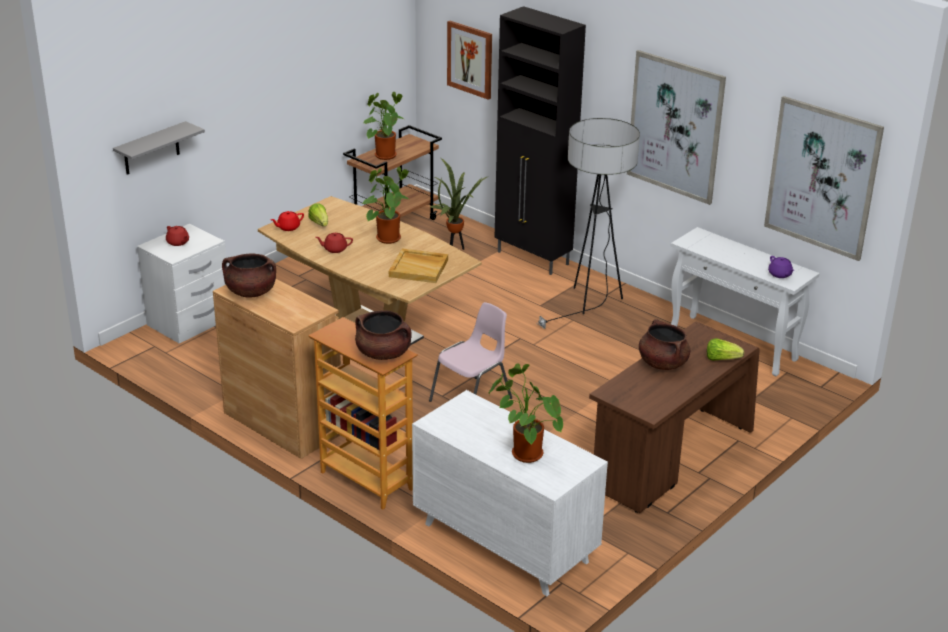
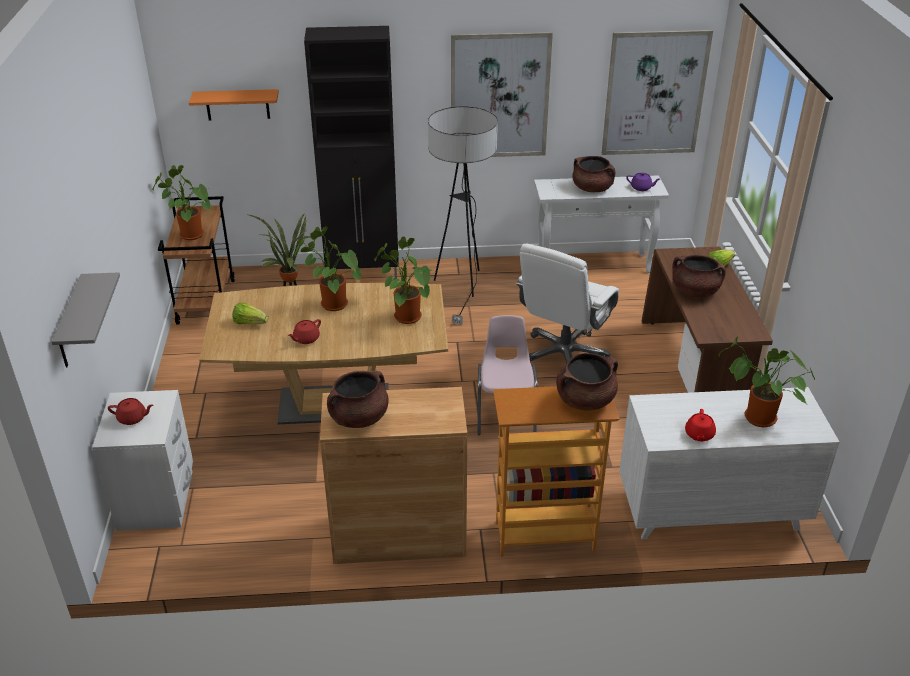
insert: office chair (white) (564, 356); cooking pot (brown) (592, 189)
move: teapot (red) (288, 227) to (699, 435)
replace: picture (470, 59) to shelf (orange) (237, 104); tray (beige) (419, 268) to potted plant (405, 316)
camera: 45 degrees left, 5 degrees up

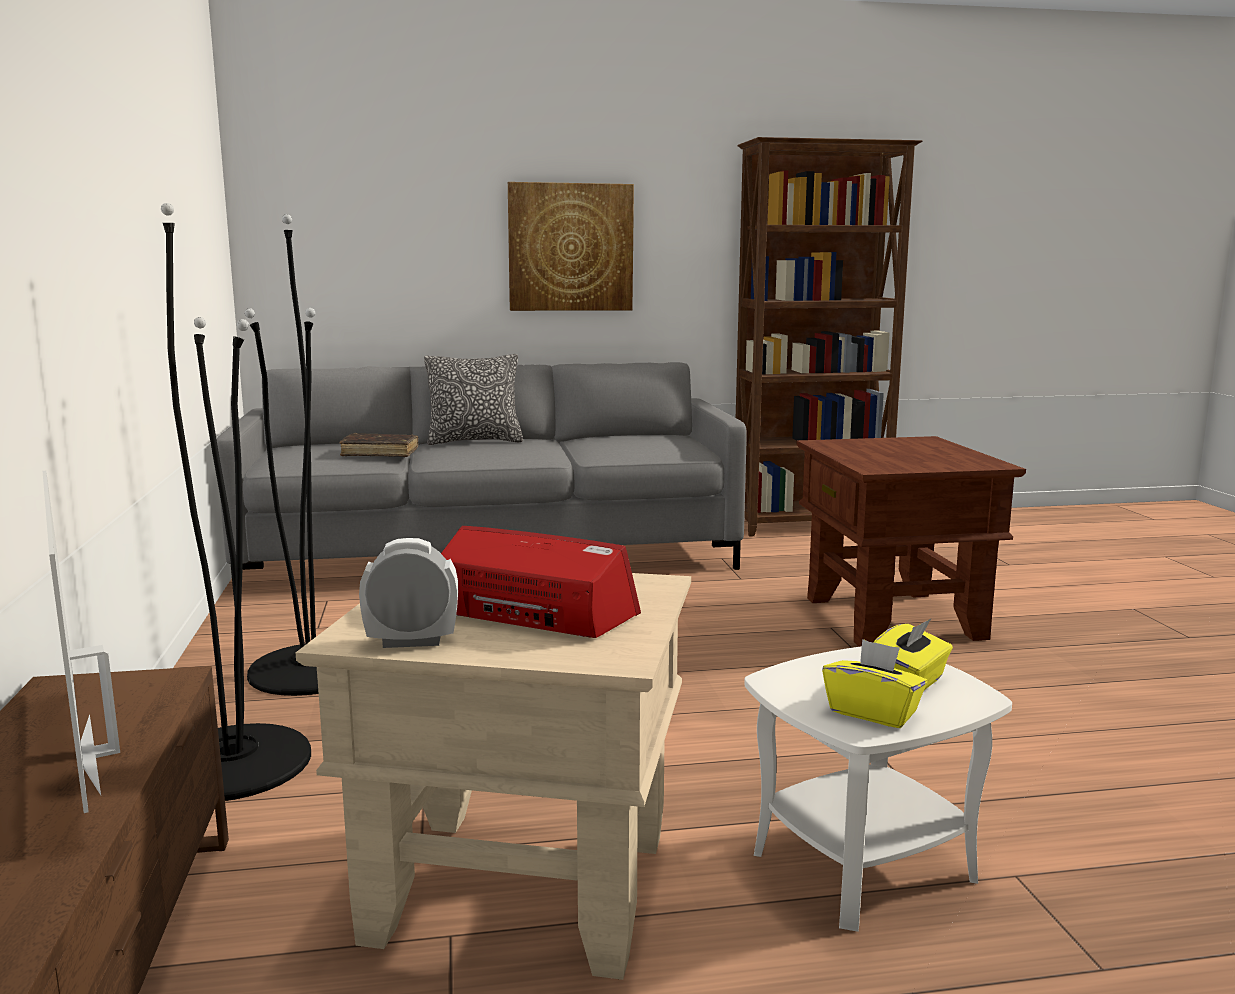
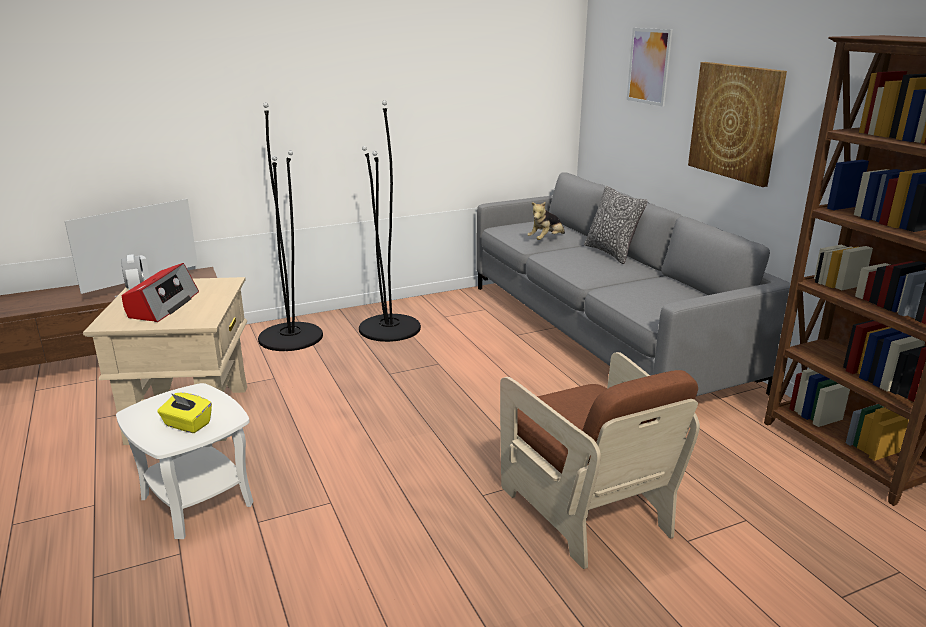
delete: tissue box (yellow) (873, 712)
insert: picture (649, 66)
replace: side table (brown) (892, 618) to armchair (brown) (586, 508); book (brown) (380, 453) to plush toy (546, 240)
camera: 75 degrees right, 10 degrees up

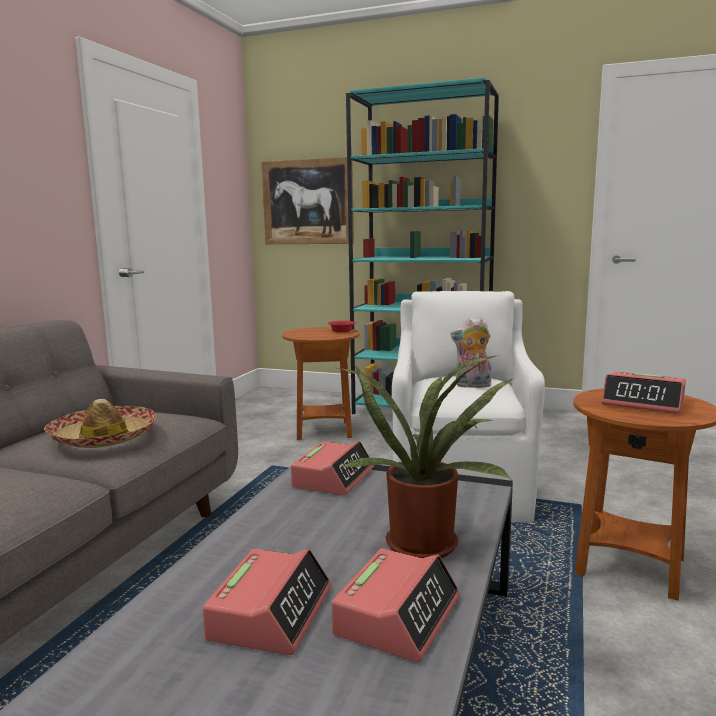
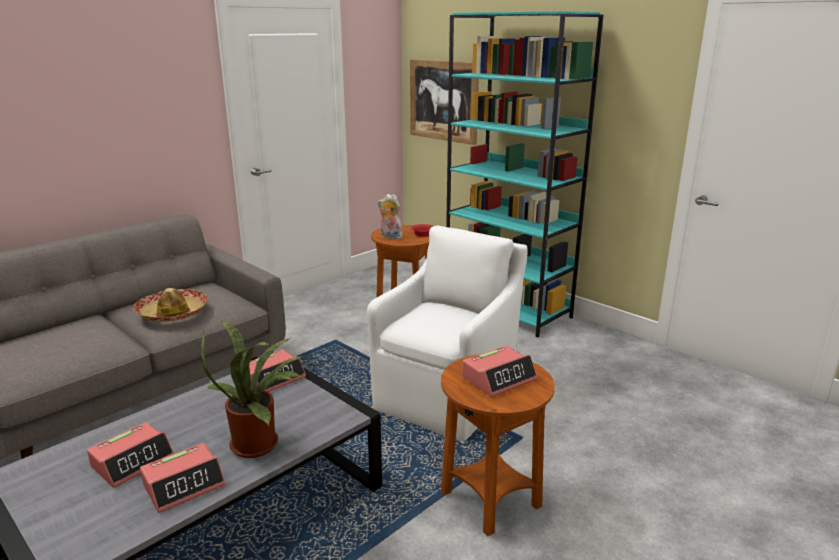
move: plush toy (472, 386) to (390, 237)
rotate: alarm clock (643, 403) = (499, 378) 90 degrees counterclockwise
camera: 25 degrees right, 10 degrees up

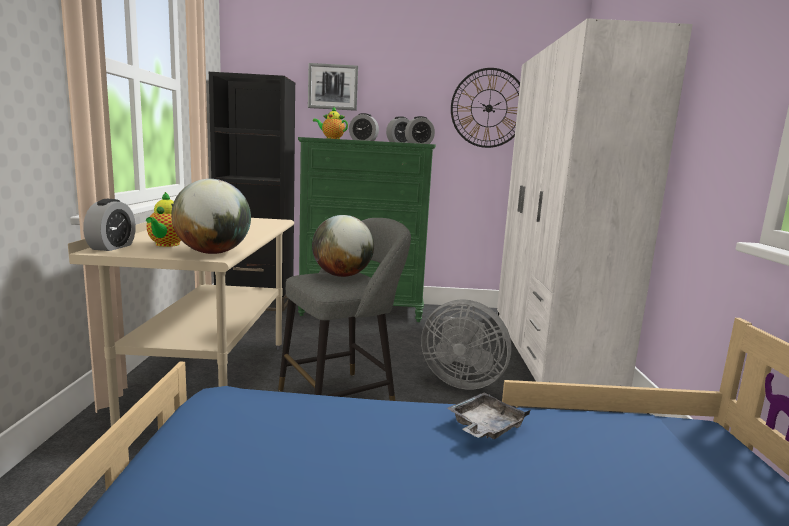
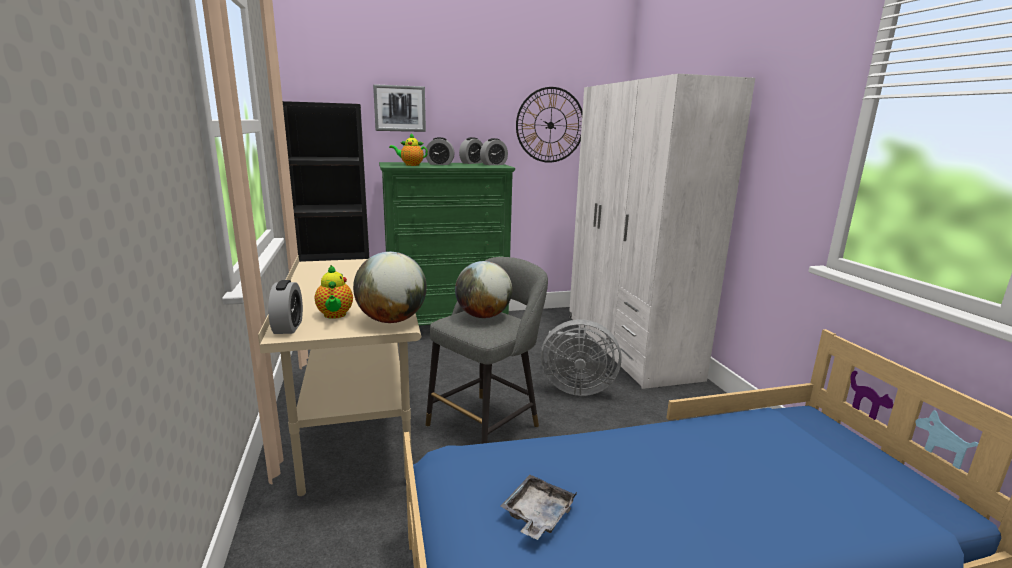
move: tray (grey) (485, 427) to (537, 515)
camera: 15 degrees left, 5 degrees up

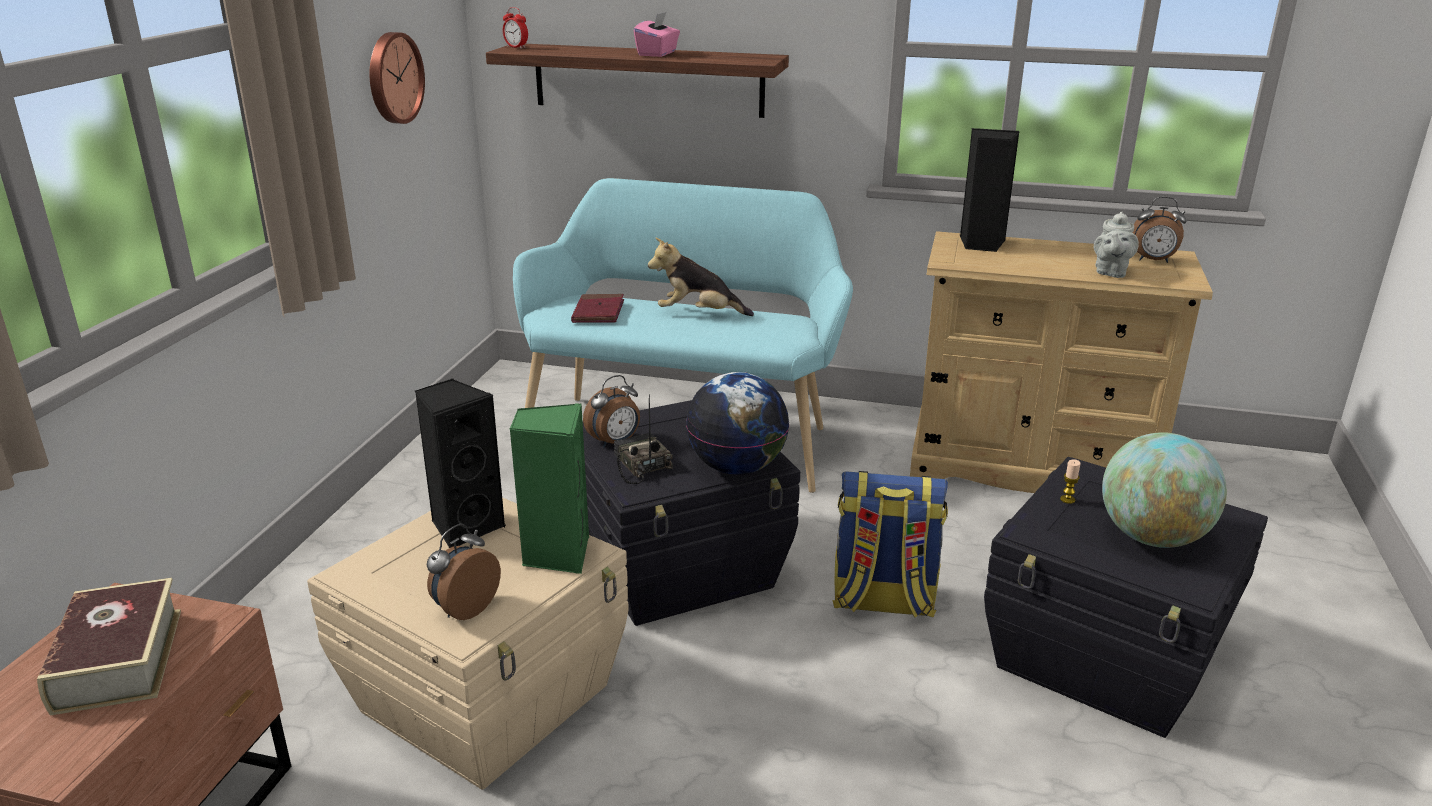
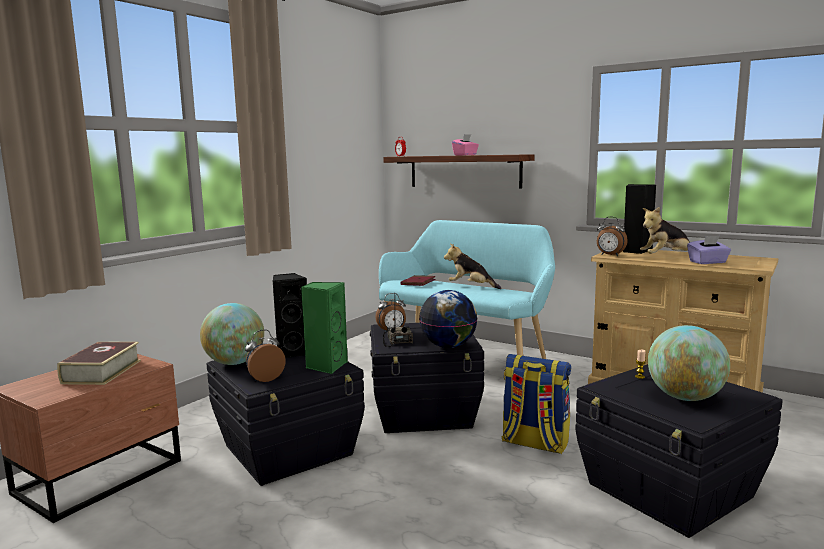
delete: wall clock (393, 78)
insert: globe (234, 363); plush toy (666, 258)
move: alarm clock (1153, 261) to (609, 255)
replace: teapot (grey) (1110, 272) to tissue box (purple) (708, 262)
recolor: storage box (beige) (489, 697) to storage box (black) (290, 450)
camera: 20 degrees right, 15 degrees down

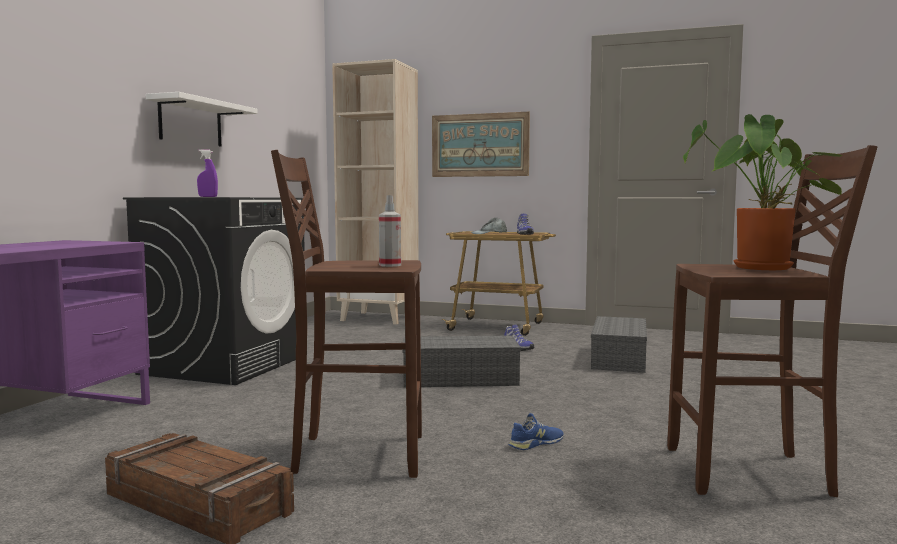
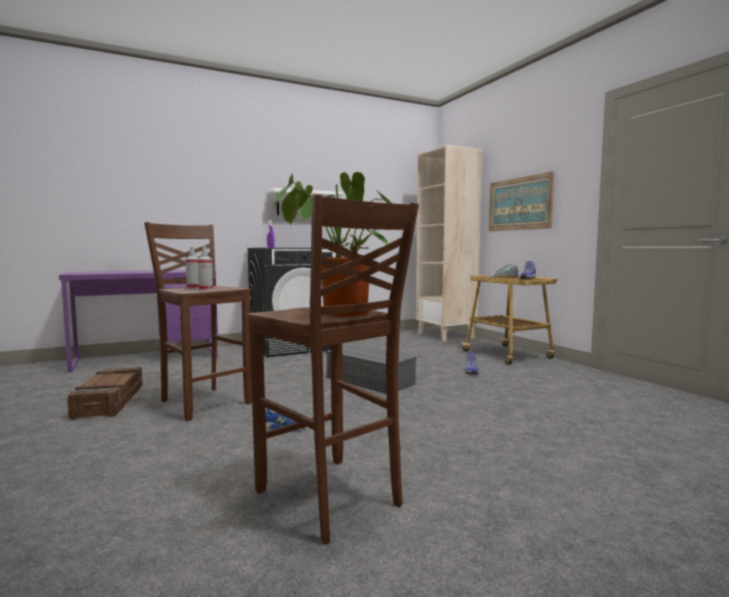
delete: storage box (grey) (620, 359)
insert: spray bottle (193, 288)
camera: 45 degrees right, 0 degrees up

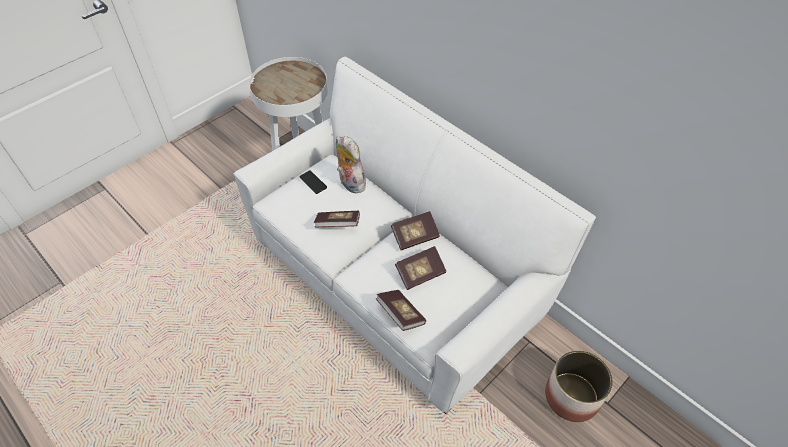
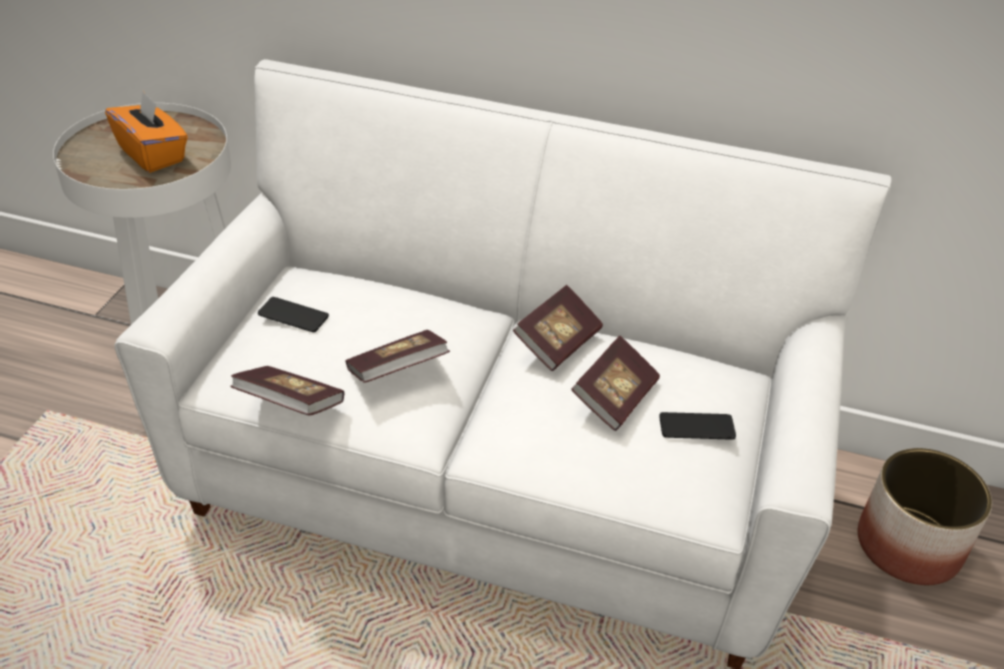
delete: plush toy (350, 183)
insert: tissue box (orange) (153, 154); phone (697, 427)
move: book (400, 315) to (290, 405)
camera: 30 degrees left, 10 degrees down

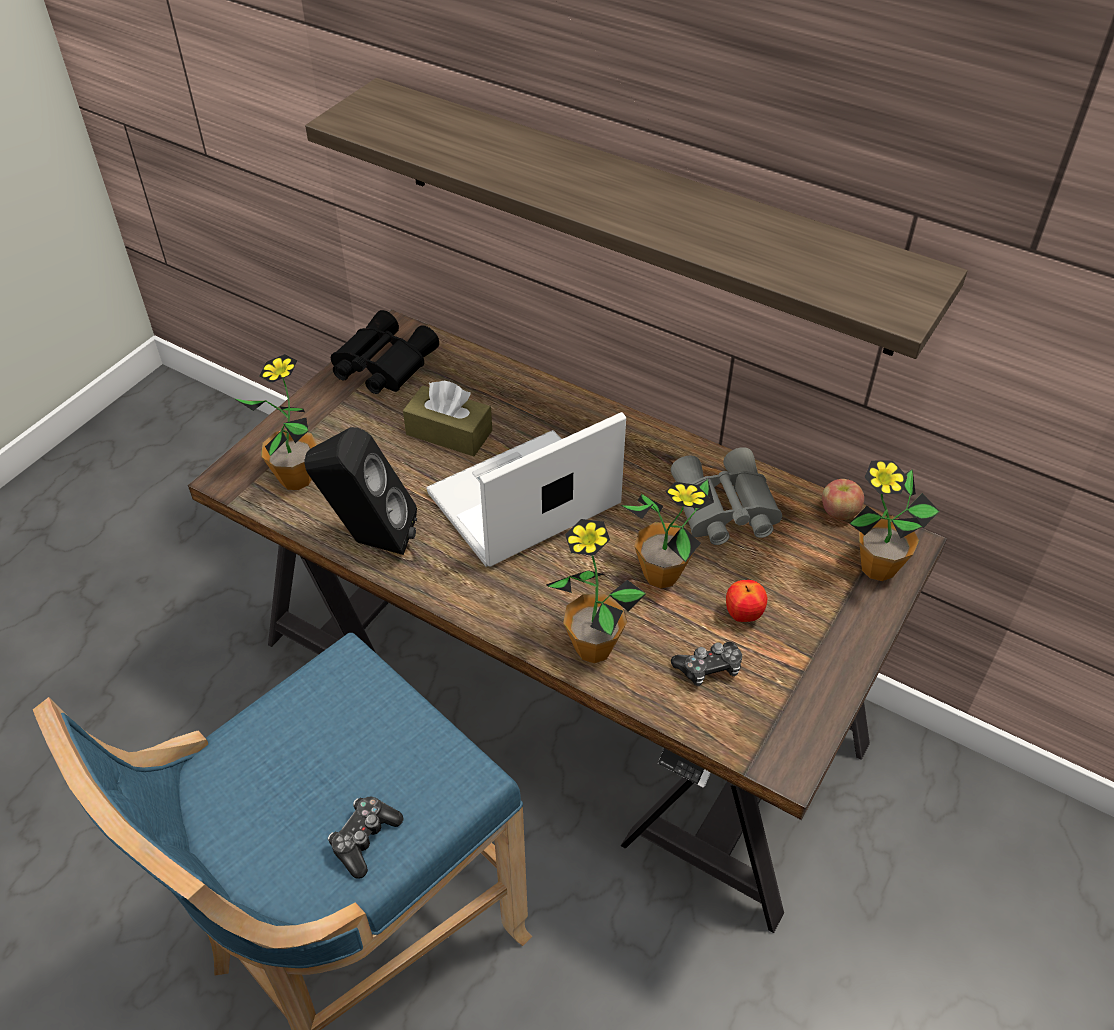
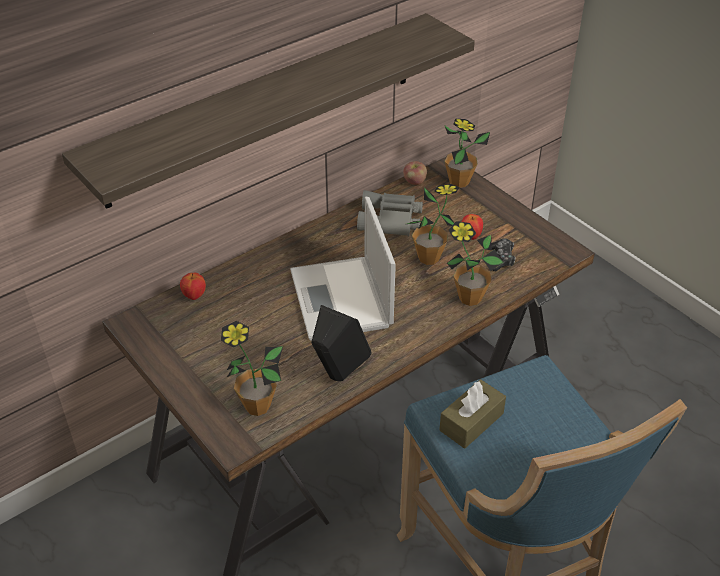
delete: game controller (364, 839); binoculars (black) (381, 364)
insert: apple (194, 296)
move: tissue box (brown) (449, 433) to (471, 422)
camera: 70 degrees left, 5 degrees down

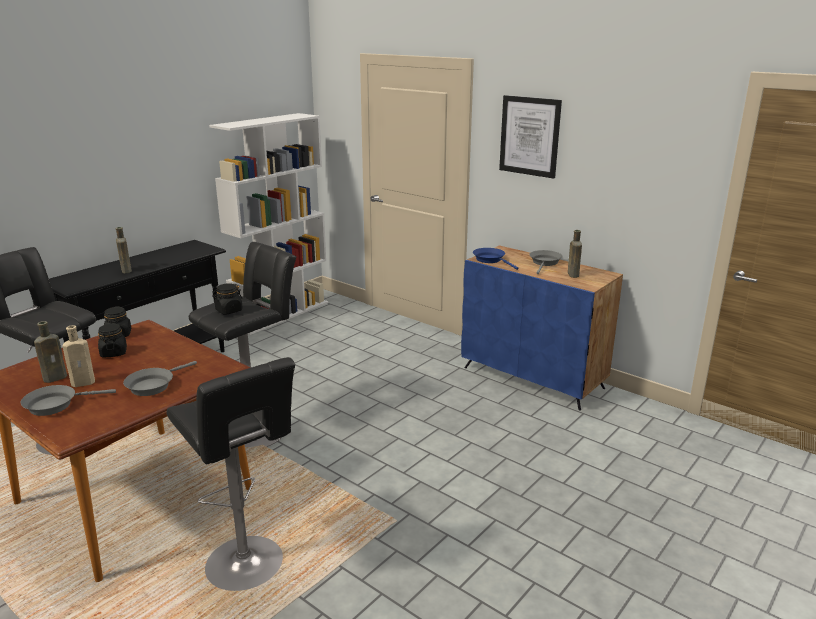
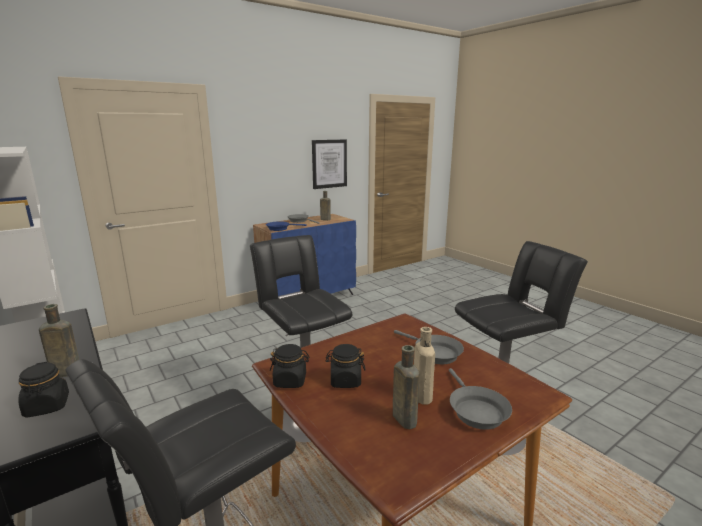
move: jar (black) (229, 310) to (47, 406); picture (529, 136) to (329, 164)
camera: 75 degrees left, 5 degrees down

